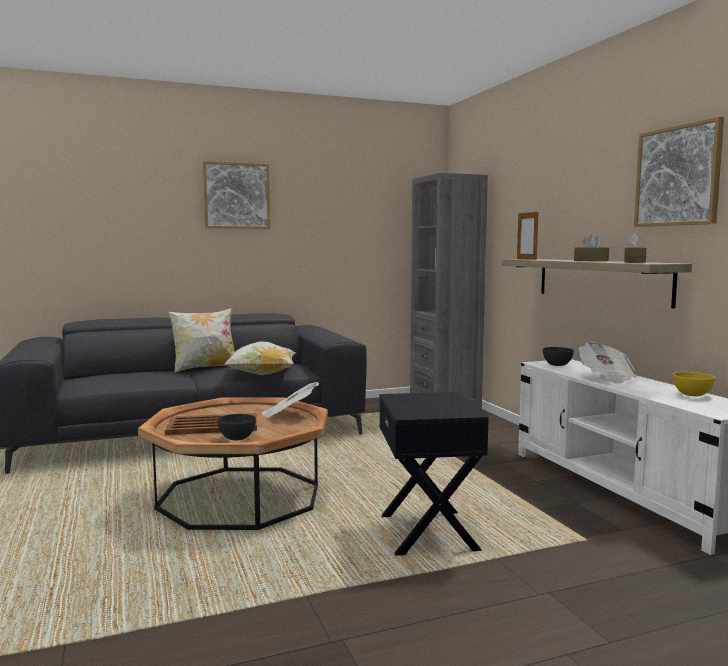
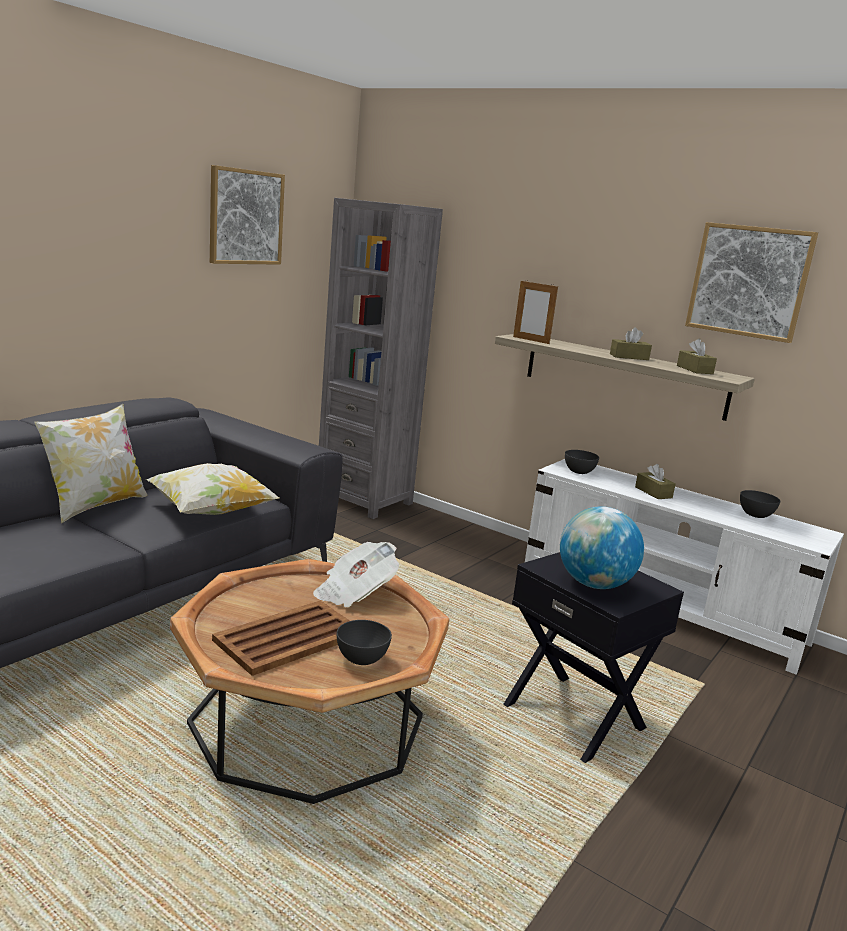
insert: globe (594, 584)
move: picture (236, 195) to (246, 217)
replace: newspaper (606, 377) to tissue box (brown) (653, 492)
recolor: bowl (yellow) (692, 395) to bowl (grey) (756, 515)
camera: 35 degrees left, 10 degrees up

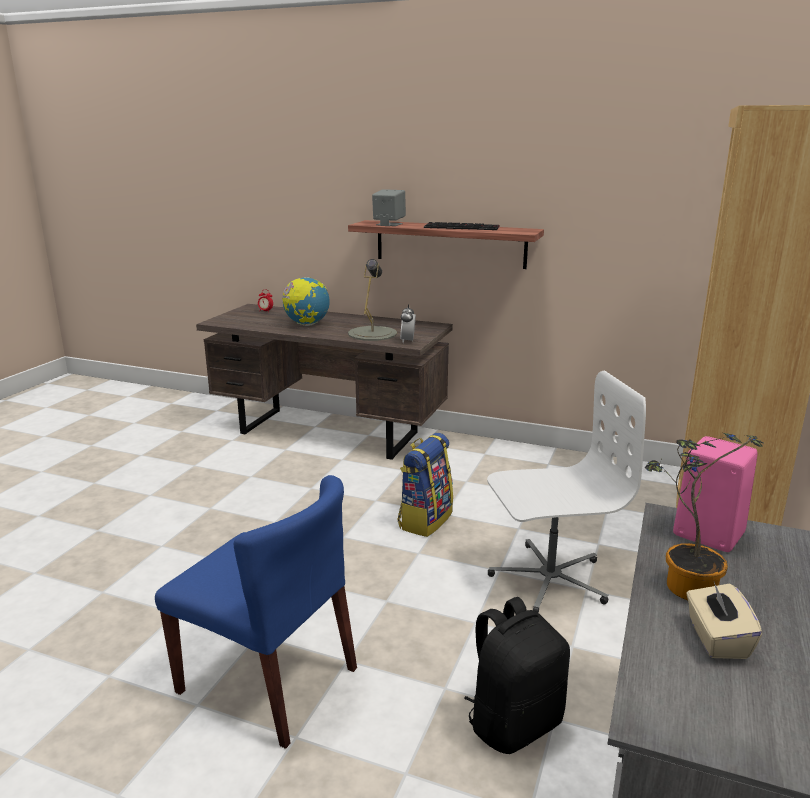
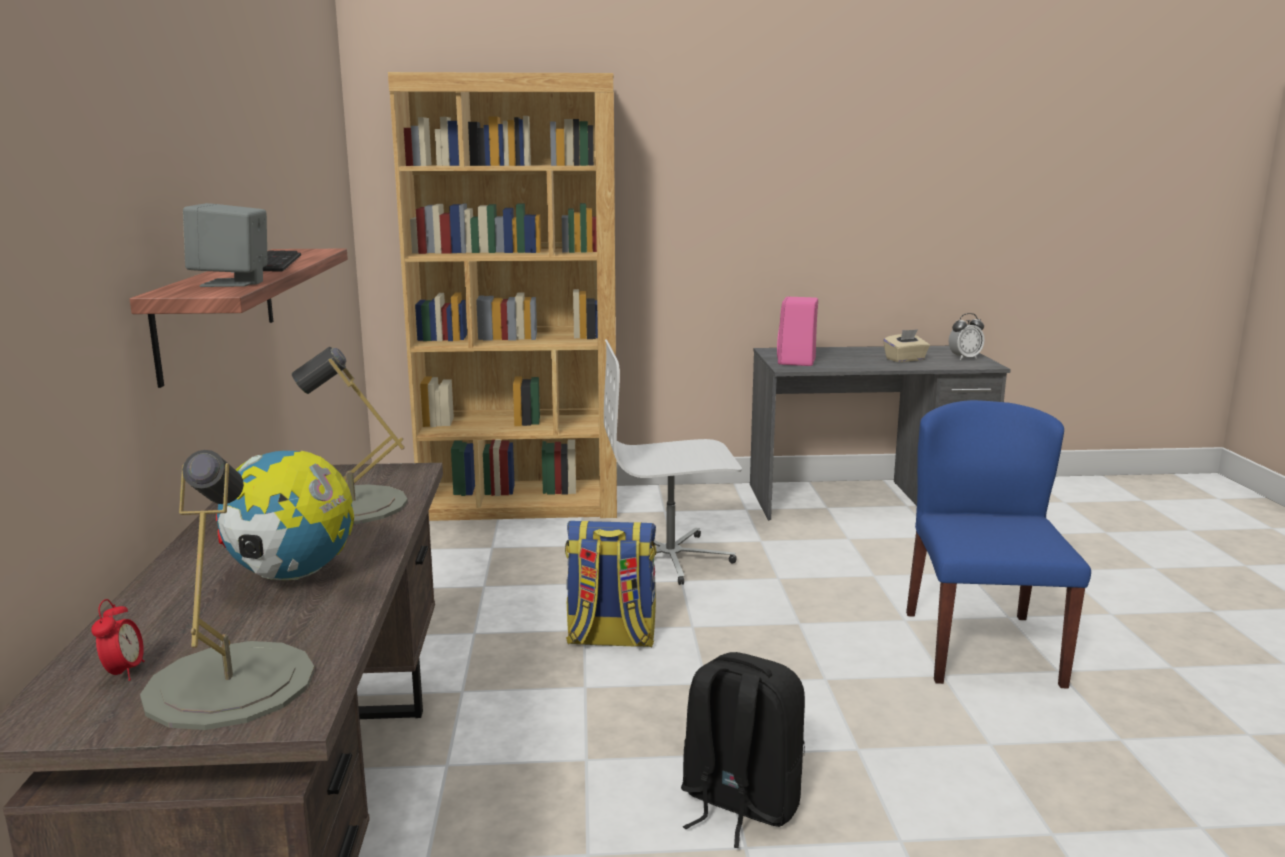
delete: potted plant (684, 584)
insert: table lamp (grey) (229, 684)
move: backpack (black) (514, 723) to (738, 804); alarm clock (408, 341) to (964, 358)
rotate: office chair (white) (548, 578) = (671, 558) 60 degrees counterclockwise
camera: 115 degrees left, 5 degrees down

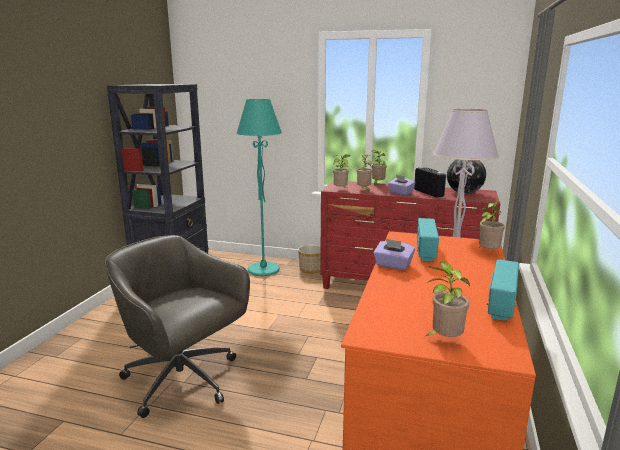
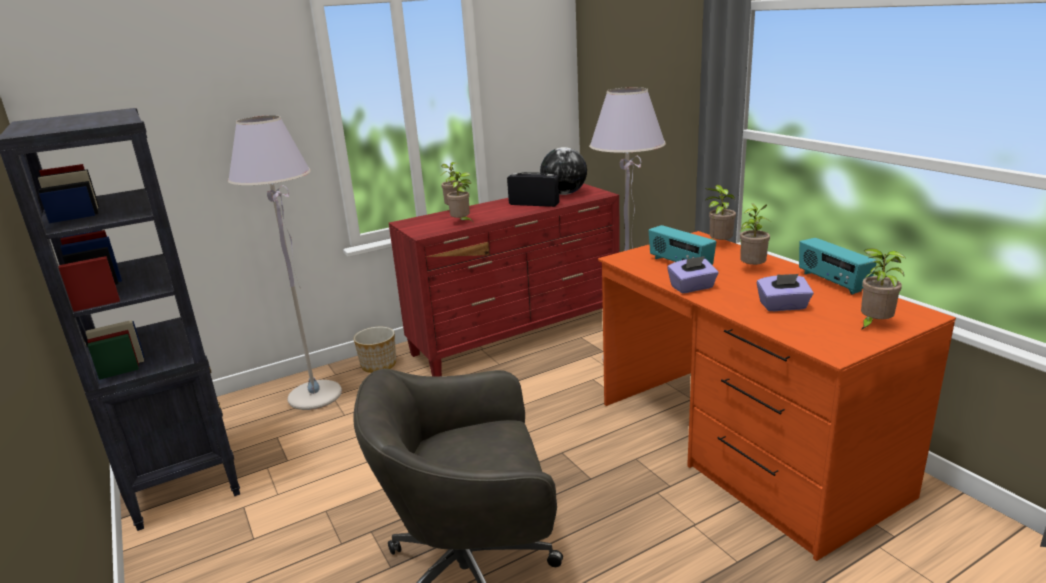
move: potted plant (341, 190) to (752, 269); tissue box (purple) (400, 193) to (783, 306)
recolor: floor lamp (turquoise) (263, 270) to floor lamp (grey) (315, 396)
camera: 45 degrees left, 5 degrees up

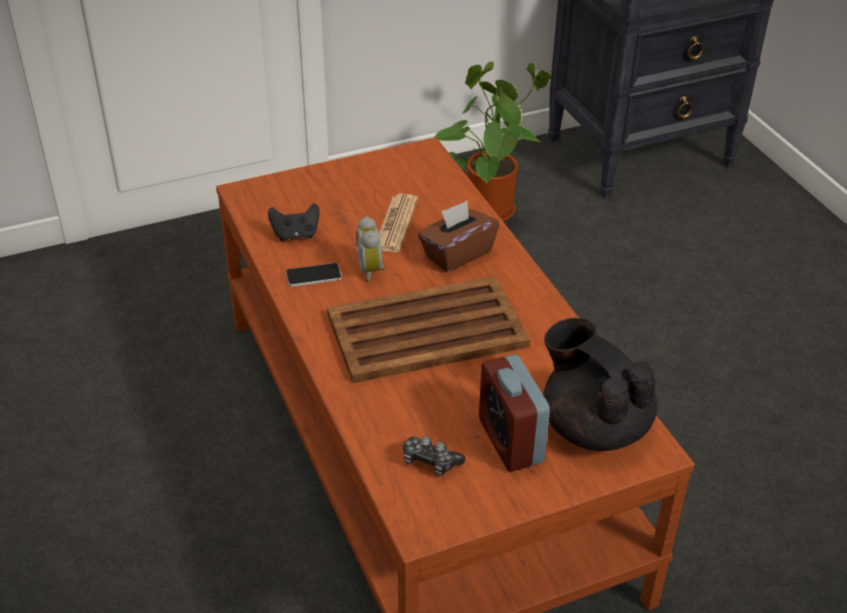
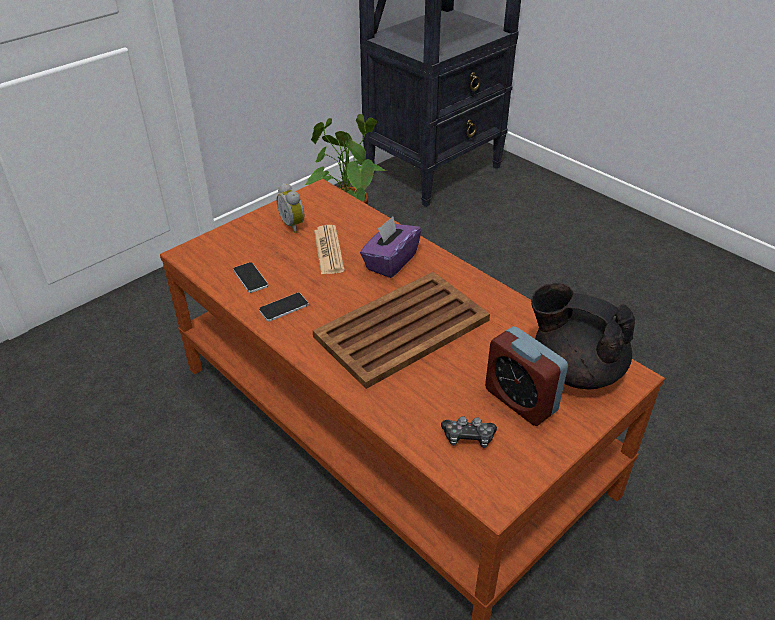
move: alarm clock (372, 270) to (294, 225)
replace: game controller (black) (295, 235) to phone (250, 278)
recolor: tissue box (brown) (457, 254) to tissue box (purple) (390, 262)
camera: 20 degrees left, 0 degrees up

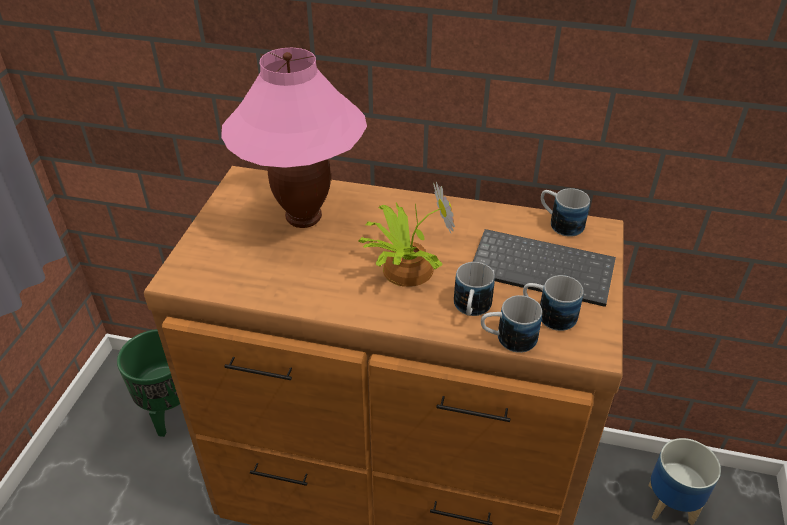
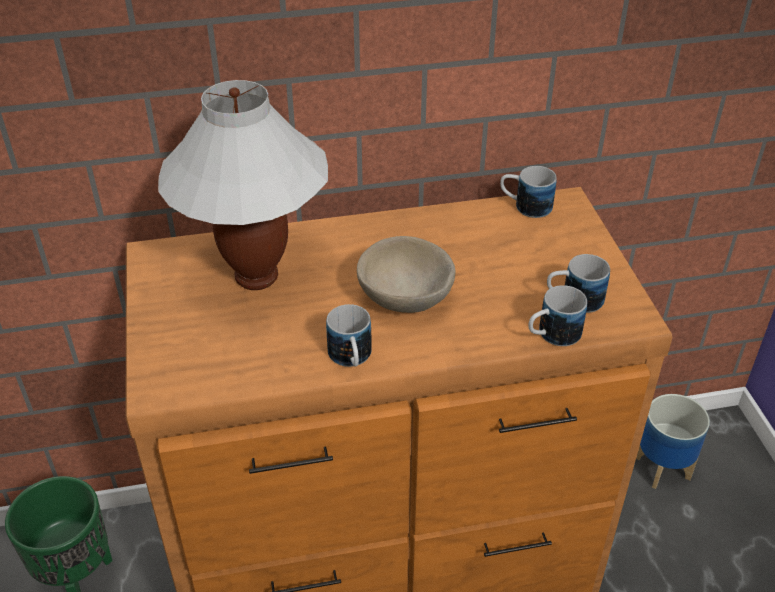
delete: keyboard (544, 268)
move: mug (471, 309) to (351, 359)
replace: potted plant (404, 268) to bowl (beige) (404, 298)
recolor: table lamp (pink) (303, 218) to table lamp (white) (256, 278)
camera: 25 degrees left, 0 degrees up

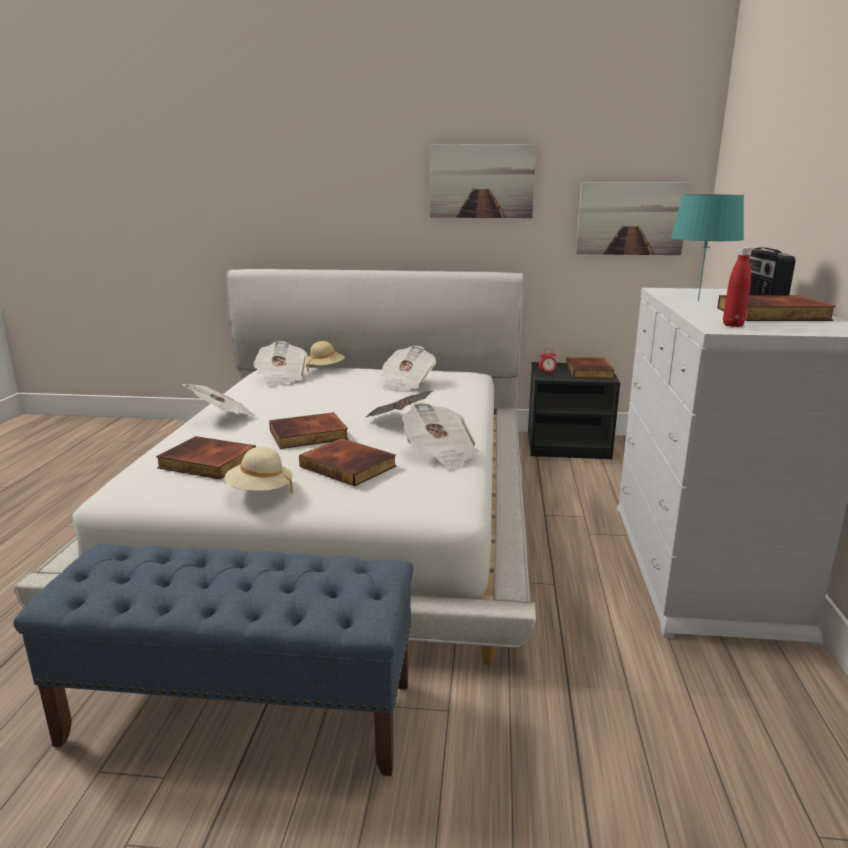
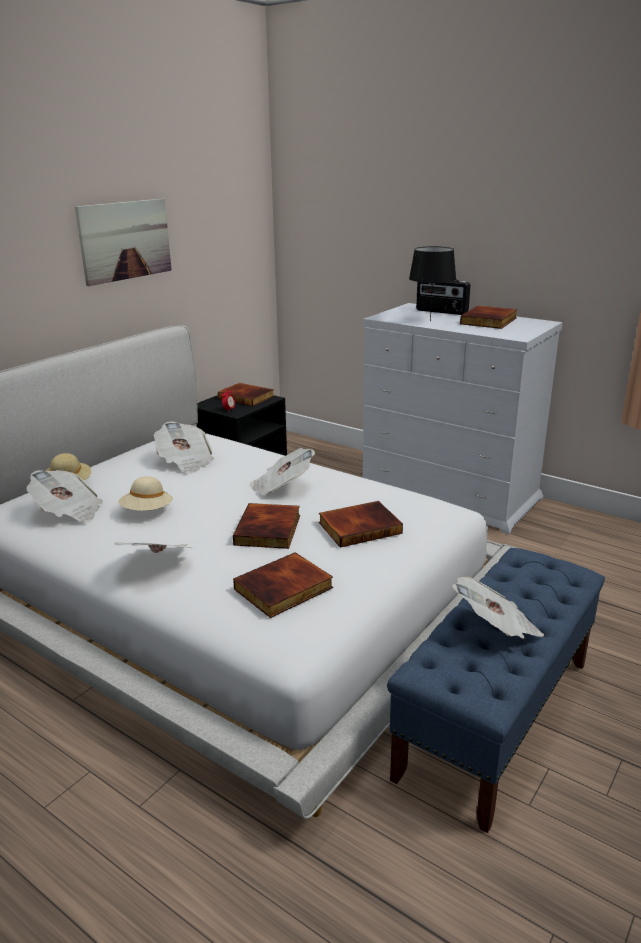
delete: picture (631, 218); bottle (red) (733, 325)
move: hat (beige) (260, 491) to (147, 512); newspaper (440, 454) to (495, 628)
recolor: table lamp (turquoise) (699, 300) to table lamp (black) (430, 321)
camera: 60 degrees left, 5 degrees up

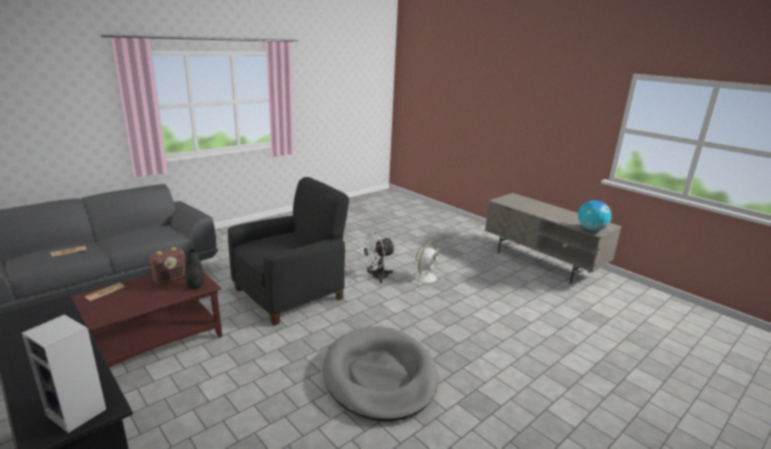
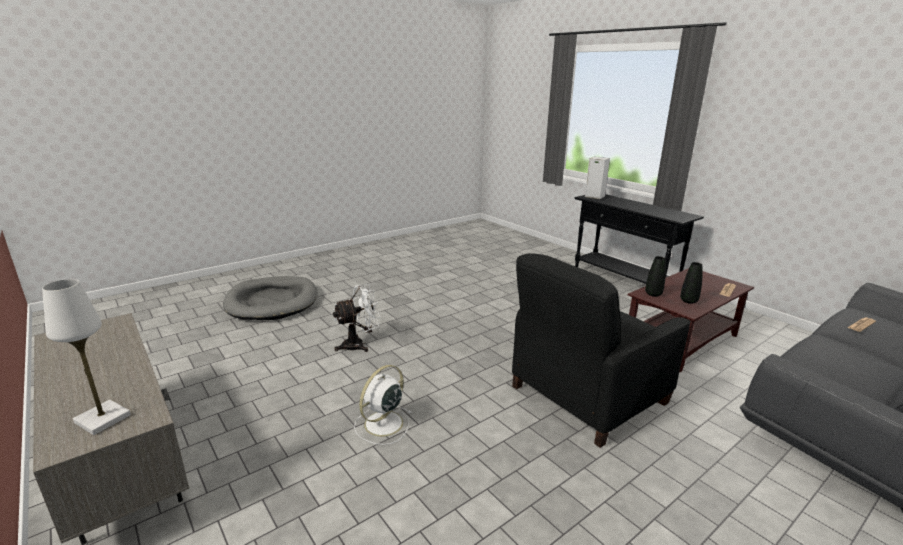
delete: globe (591, 229)
insert: table lamp (white) (102, 419)
move: dog bed (grey) (380, 376) to (272, 302); fan (white) (376, 276) to (359, 344)
replace: radio (170, 278) to vase (black) (688, 301)
camera: 175 degrees left, 0 degrees up

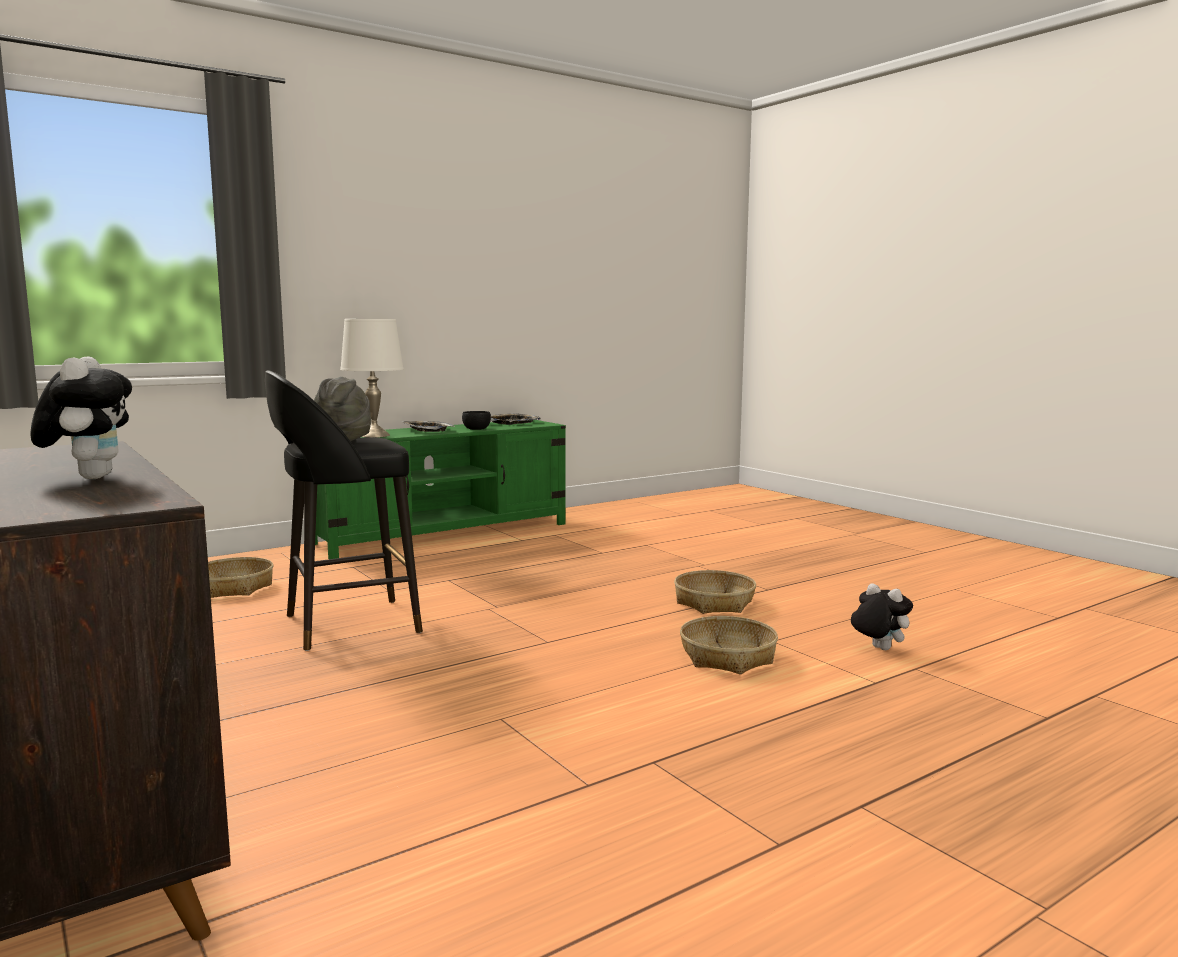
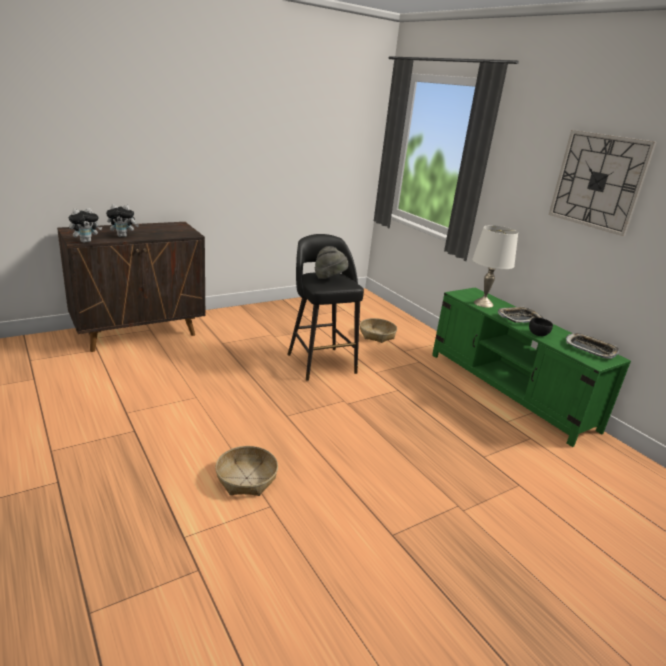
delete: basket (714, 603)
insert: wall clock (598, 181)
move: plush toy (877, 649) to (86, 241)
camera: 90 degrees right, 15 degrees up

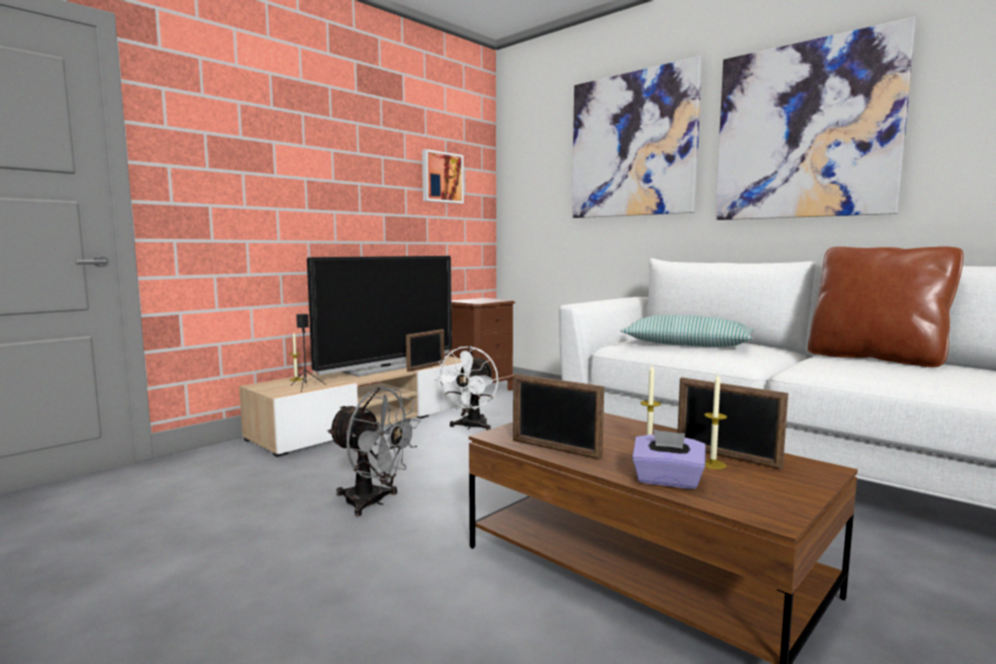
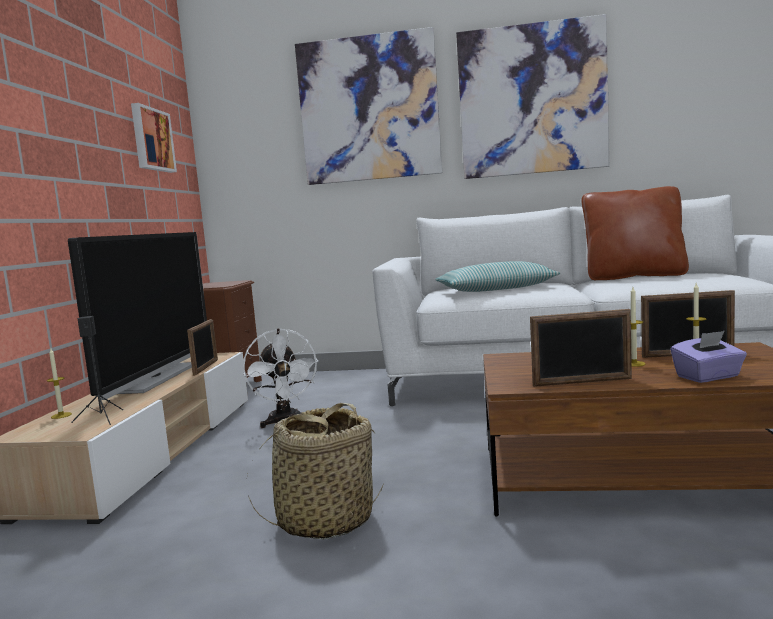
replace: fan (grey) (373, 503) to basket (325, 520)
camera: 35 degrees left, 0 degrees up

